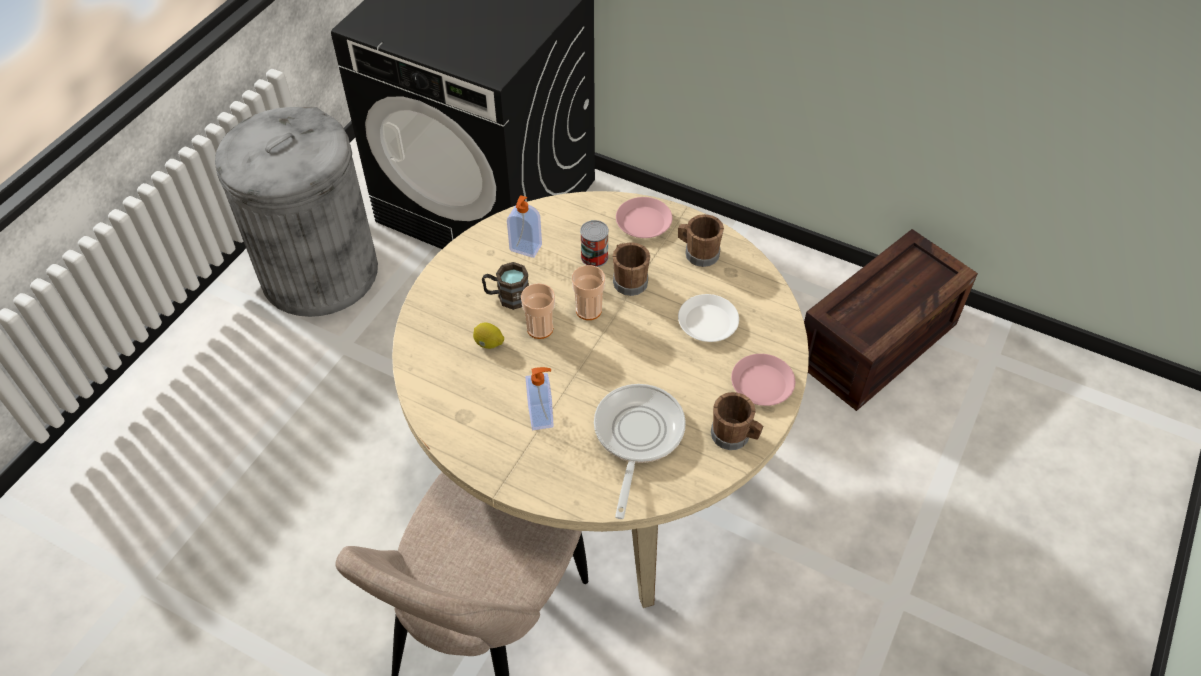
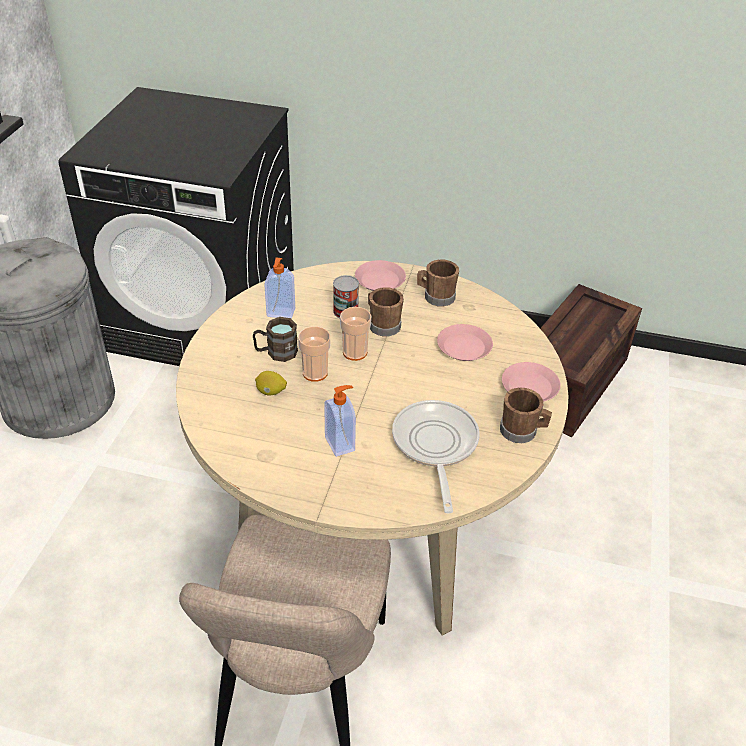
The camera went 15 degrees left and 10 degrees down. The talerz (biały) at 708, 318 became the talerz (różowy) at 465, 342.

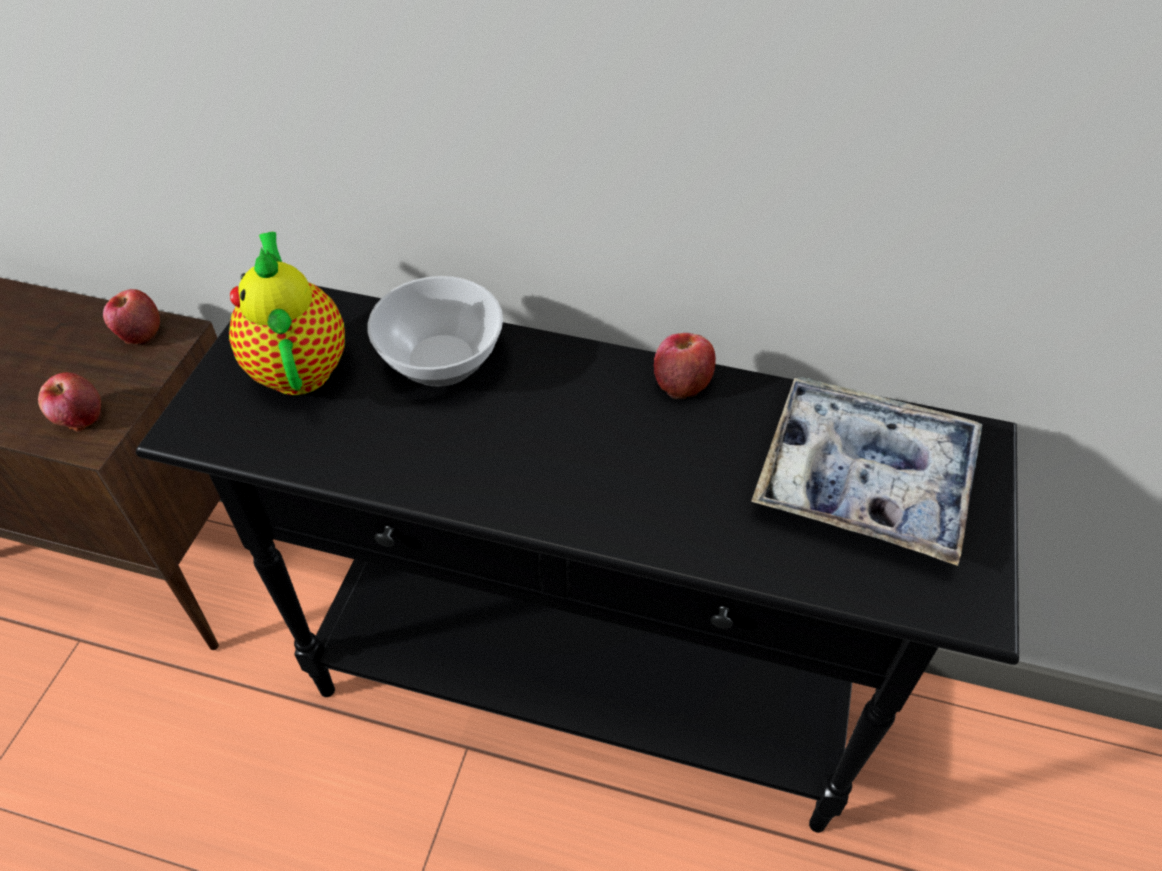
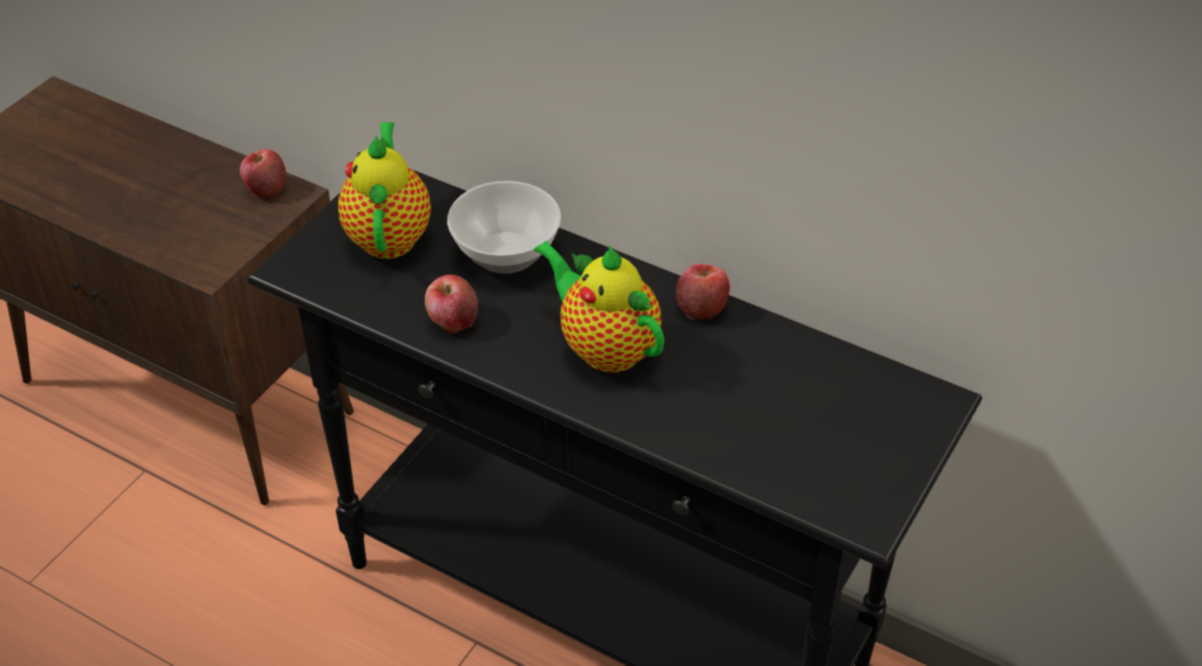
The camera went 15 degrees right and 5 degrees down. The jabłko moved from 69, 402 to 451, 304. The taca at 866, 471 disappeared. The imbryk at 599, 306 appeared.

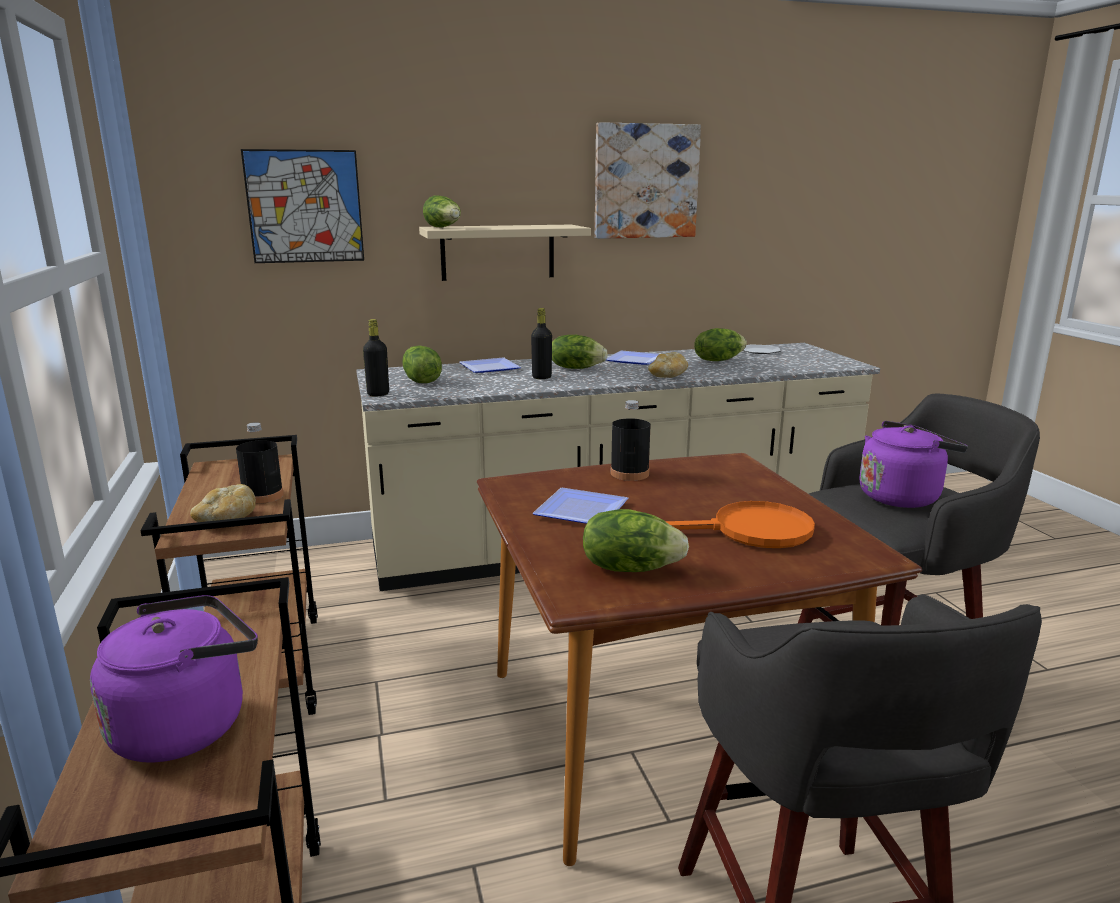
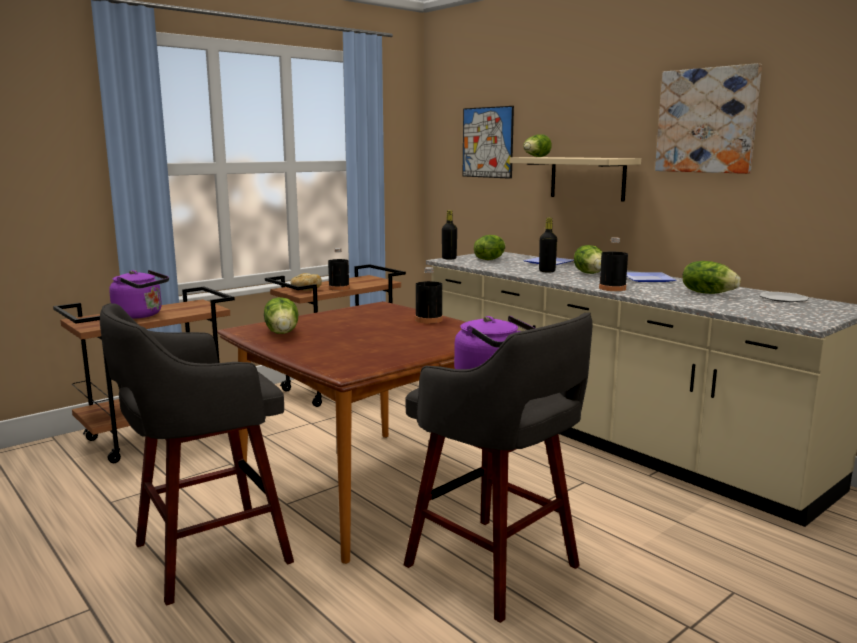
The camera went 65 degrees right and 5 degrees down. The chleb at 668, 365 was replaced by the butelka (czarny) at 613, 264. The talerz at 580, 506 disappeared. The patelnia (pomarańczowy) at 740, 524 disappeared.

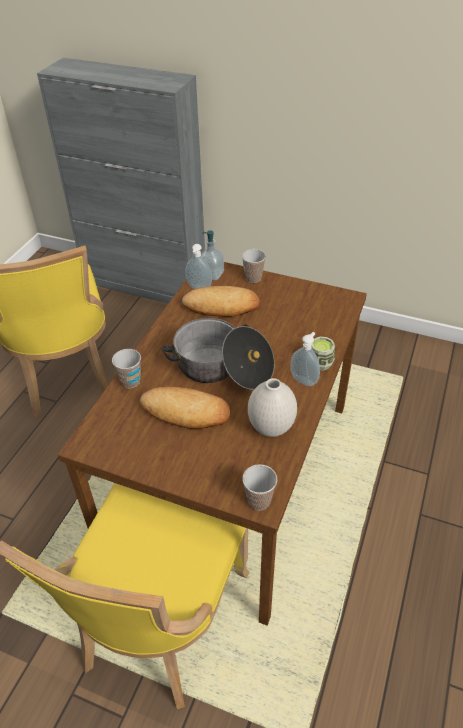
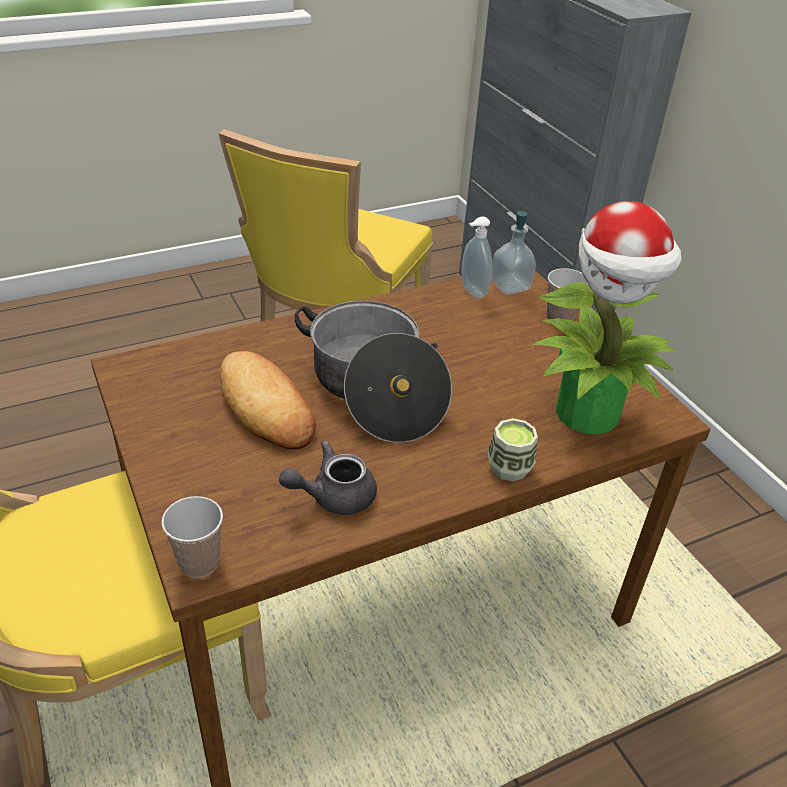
The camera went 40 degrees right and 5 degrees down. The chleb at 221, 301 disappeared. The dozownik mydła at 305, 359 disappeared. The filiżanka at 126, 368 disappeared. The wazon (biały) at 272, 407 was replaced by the imbryk (szary) at 328, 478. The roślina doniczkowa at 607, 317 appeared.

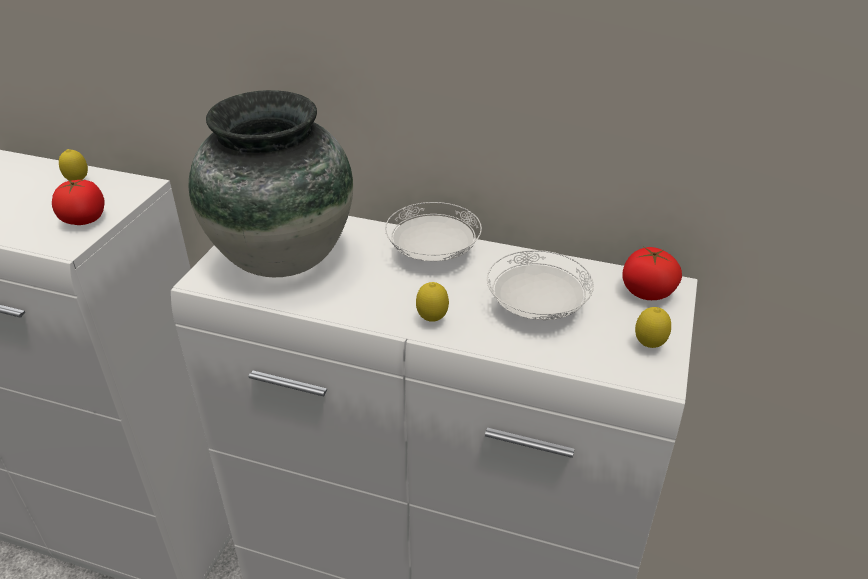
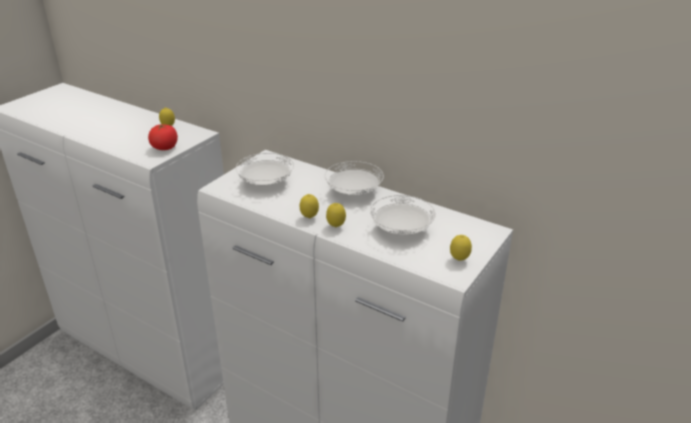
The camera went 15 degrees right and 5 degrees down. The wazon at 271, 183 was replaced by the talerz (biały) at 265, 169. The pomidor at 652, 273 disappeared. The cytryna at 309, 206 appeared.

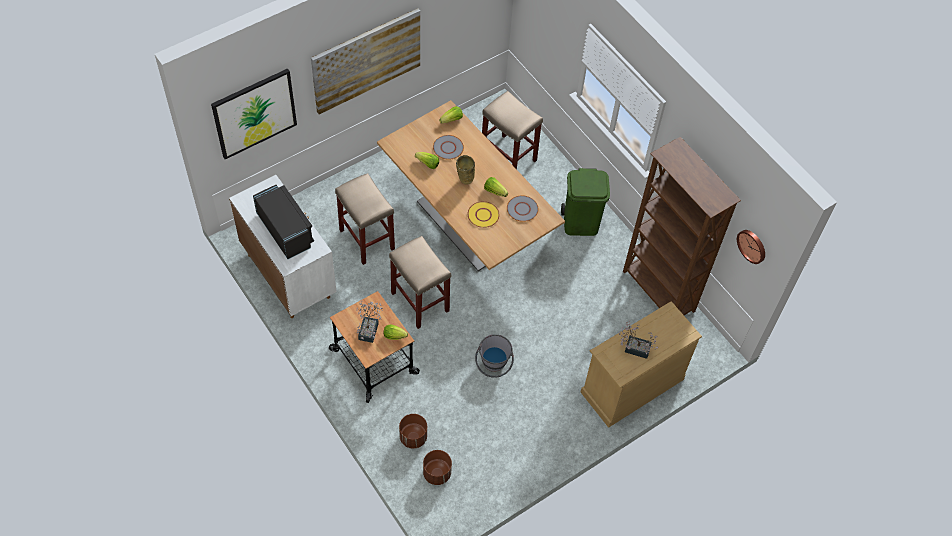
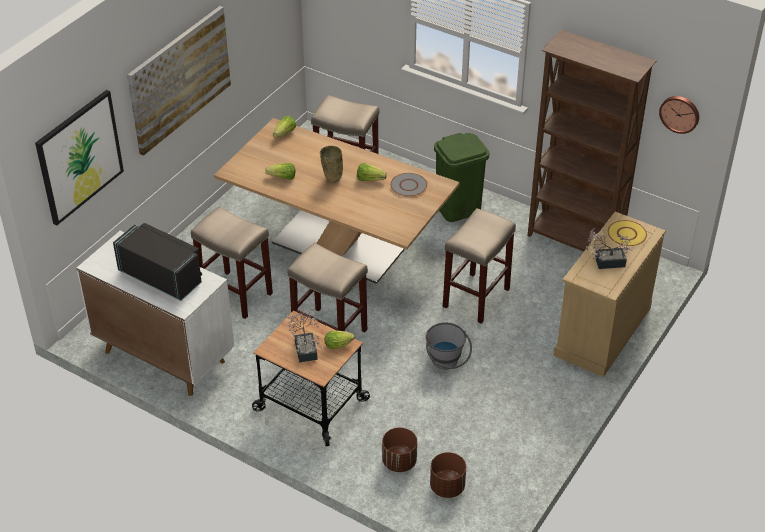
The camera went 20 degrees left and 15 degrees down. The talerz (szary) at 448, 147 disappeared. The talerz (żółty) moved from 483, 214 to 627, 233. The stołek (beżowy) at 479, 266 appeared.

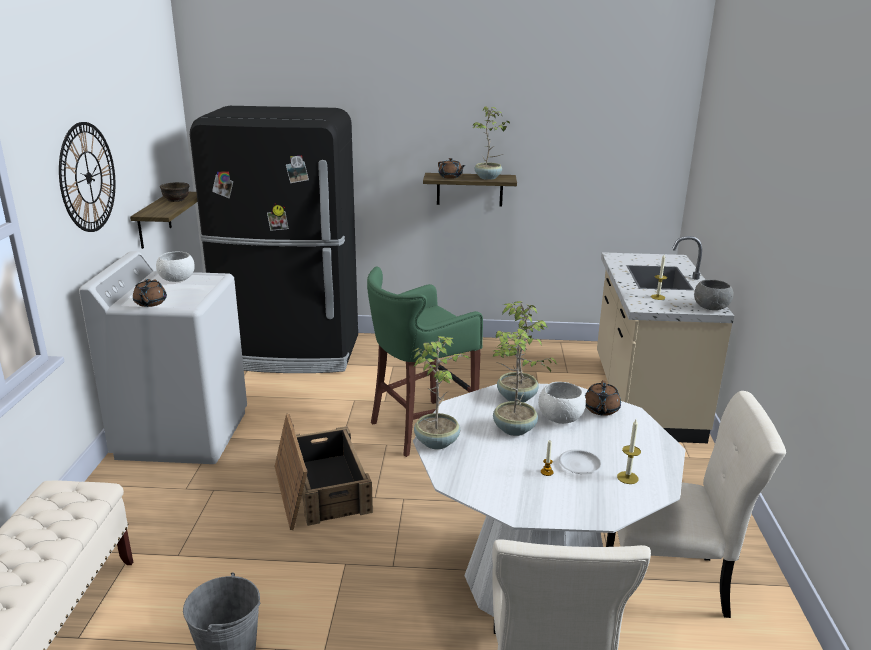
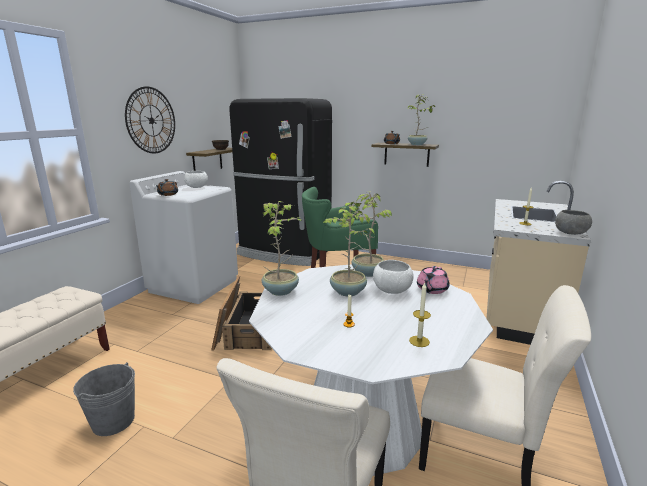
The camera went 20 degrees right and 5 degrees down. The imbryk (brązowy) at 603, 398 became the imbryk (różowy) at 433, 280. The talerz (biały) at 581, 462 disappeared.

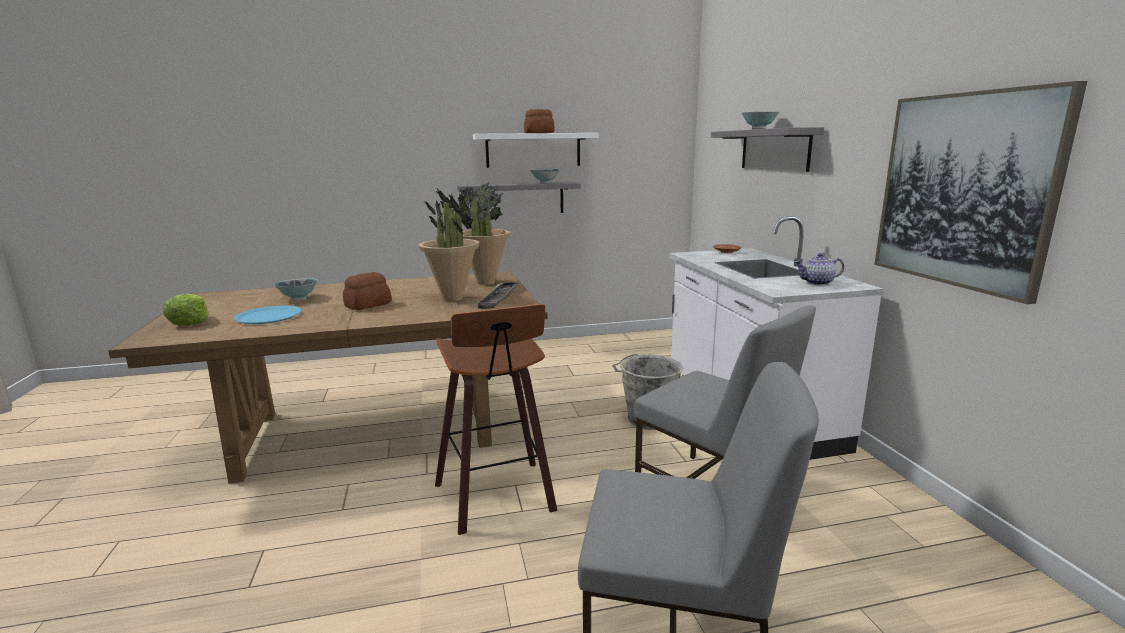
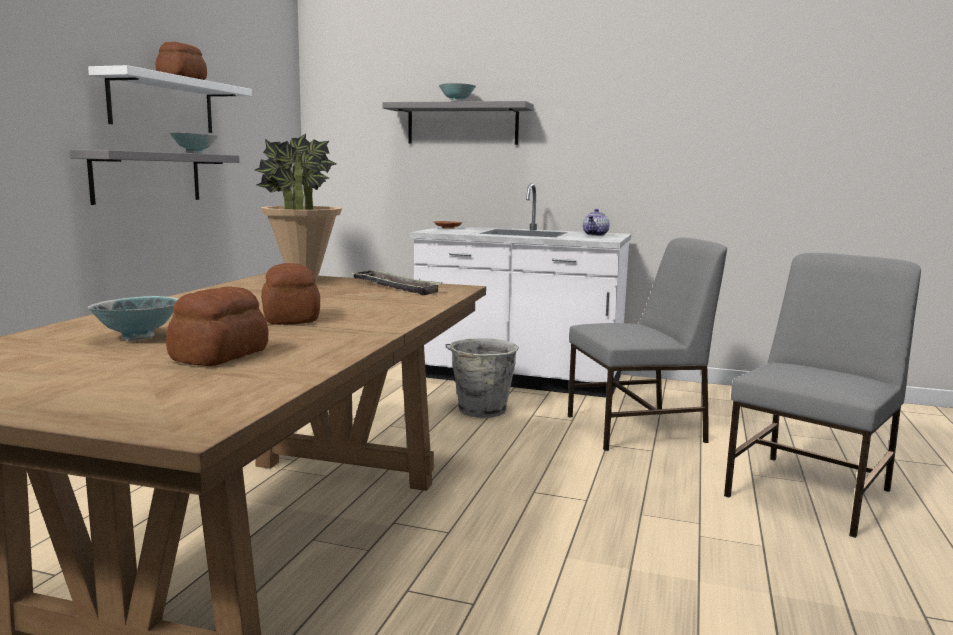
The camera went 60 degrees left and 5 degrees down. The obraz at 980, 192 disappeared. The roślina doniczkowa at 449, 243 disappeared. The sałata at 186, 310 disappeared. The stołek at 496, 419 disappeared. The talerz (niebieski) at 268, 315 was replaced by the chleb at 217, 326.

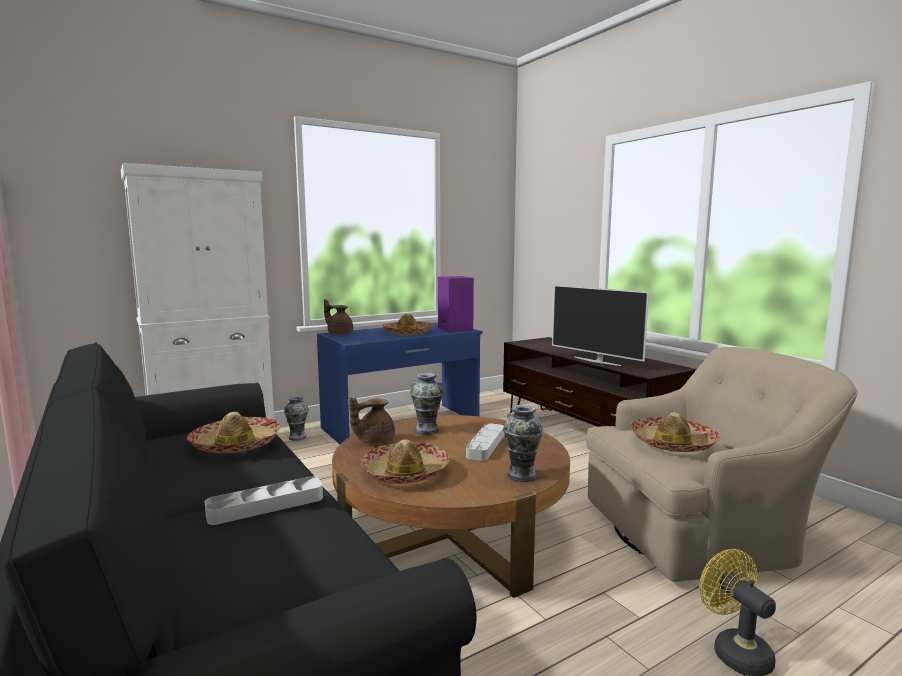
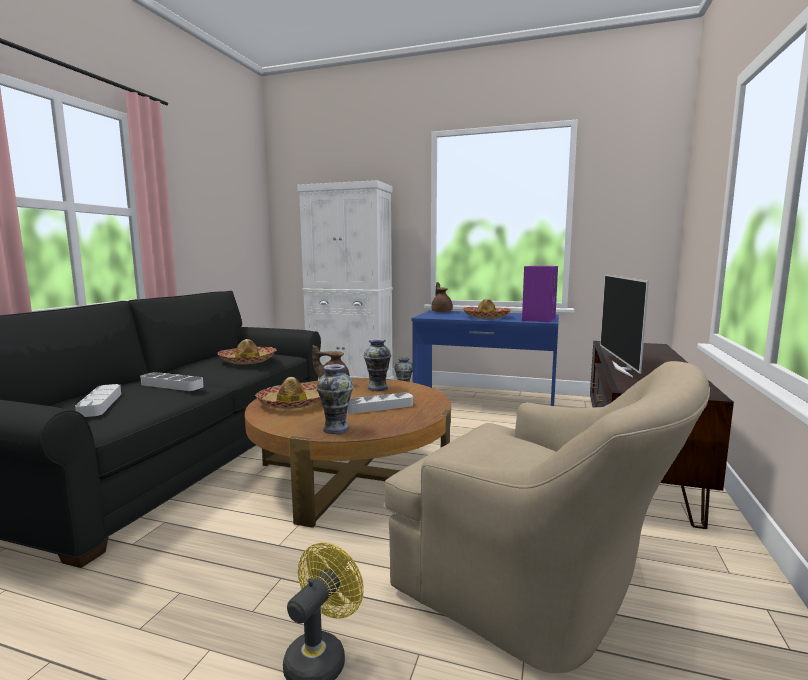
The camera went 50 degrees right and 0 degrees up. The kapelusz at 674, 432 disappeared. The taca (szary) at 98, 400 appeared.

